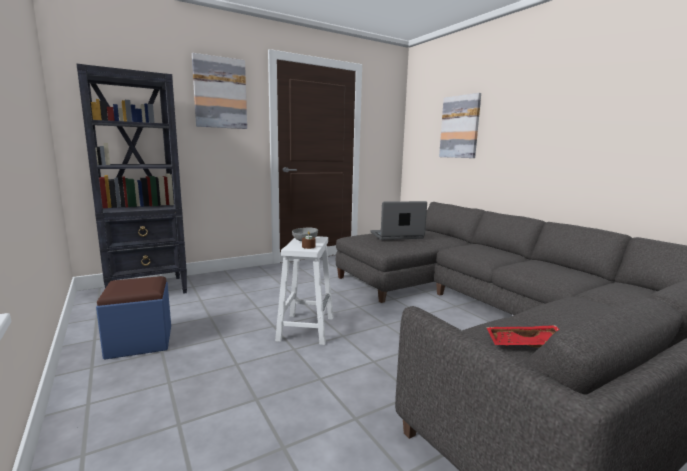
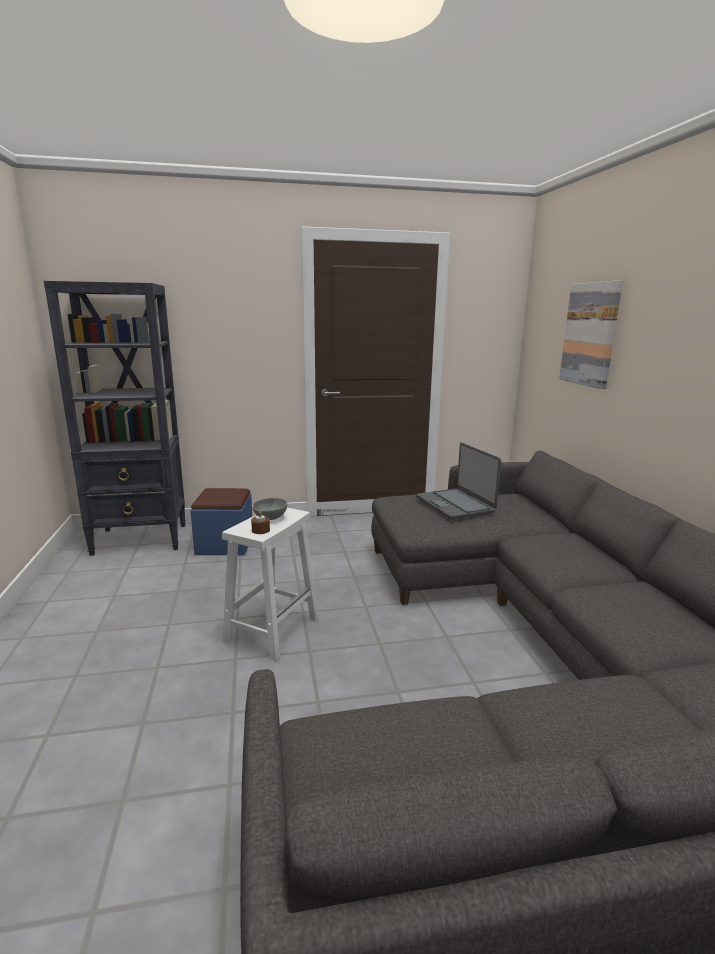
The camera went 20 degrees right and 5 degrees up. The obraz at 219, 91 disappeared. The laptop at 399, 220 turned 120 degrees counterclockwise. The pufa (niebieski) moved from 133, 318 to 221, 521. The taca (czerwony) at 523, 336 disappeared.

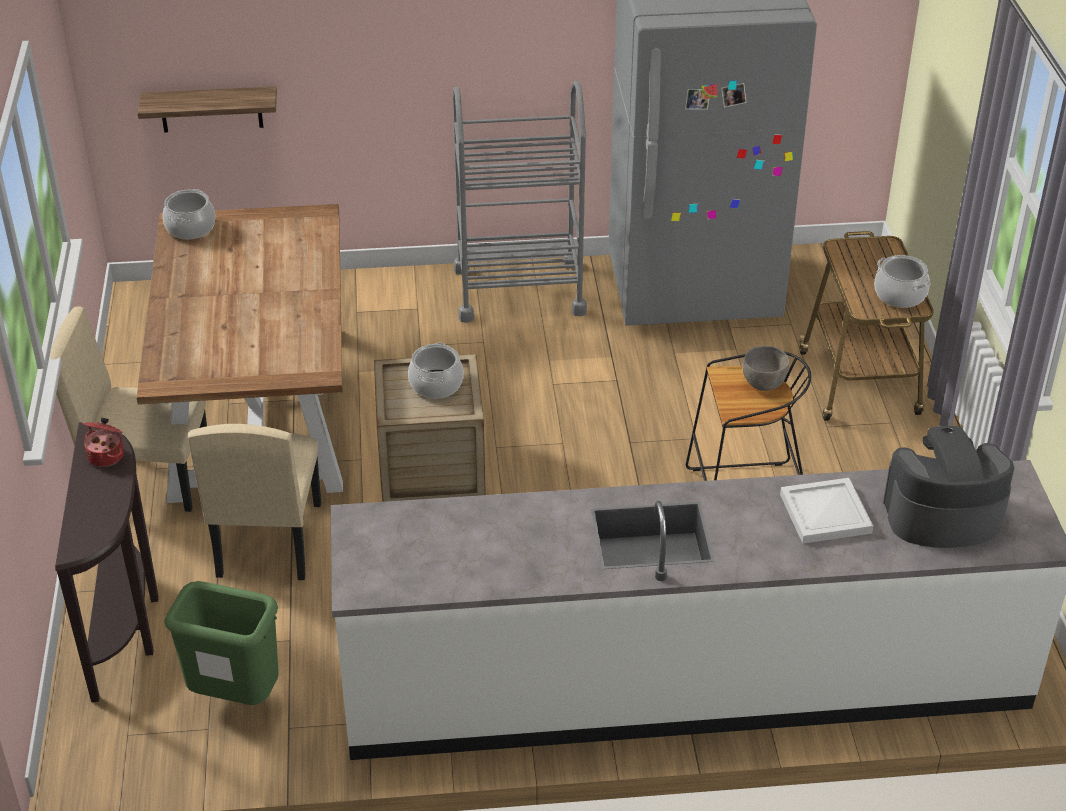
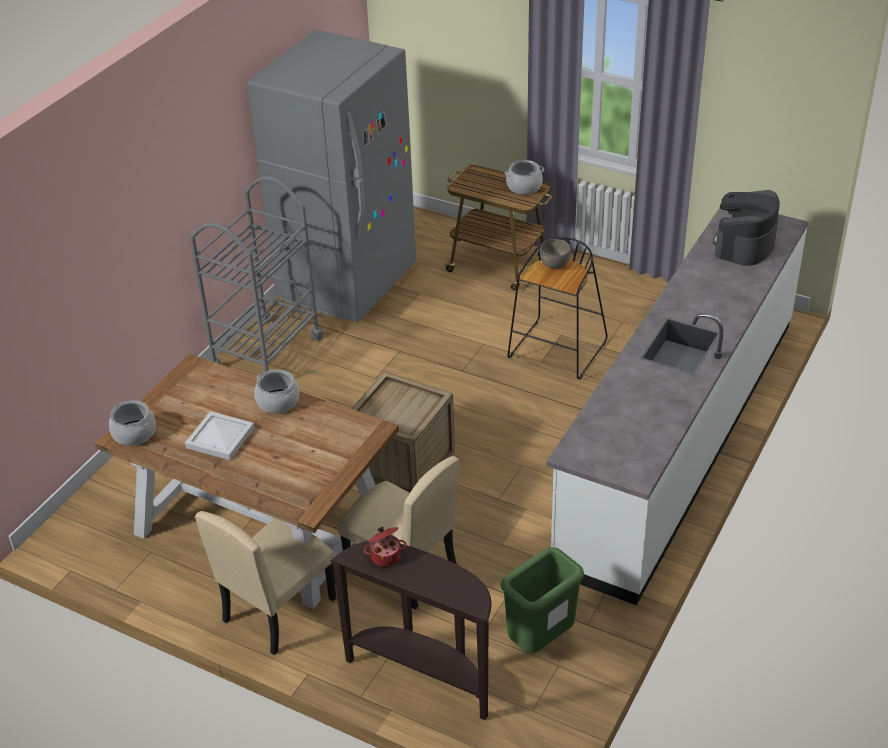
The camera went 55 degrees left and 0 degrees up. The półka at 207, 109 disappeared. The garnek moved from 436, 371 to 277, 391. The taca (biały) moved from 826, 511 to 219, 435.

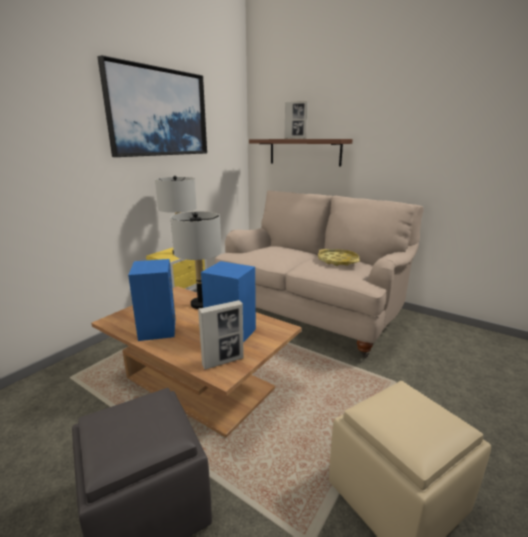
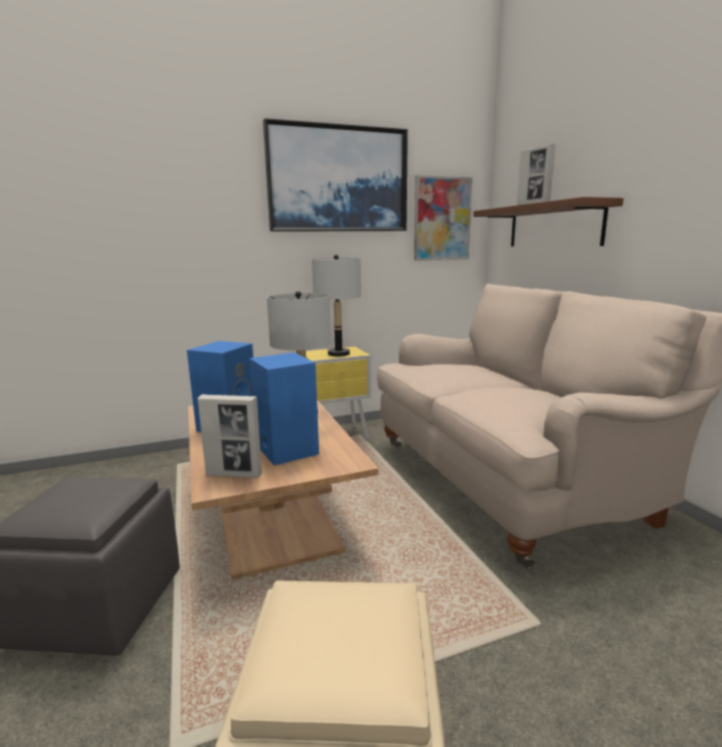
The camera went 35 degrees right and 5 degrees down. The taca (żółty) at 339, 257 disappeared. The obraz at 443, 218 appeared.

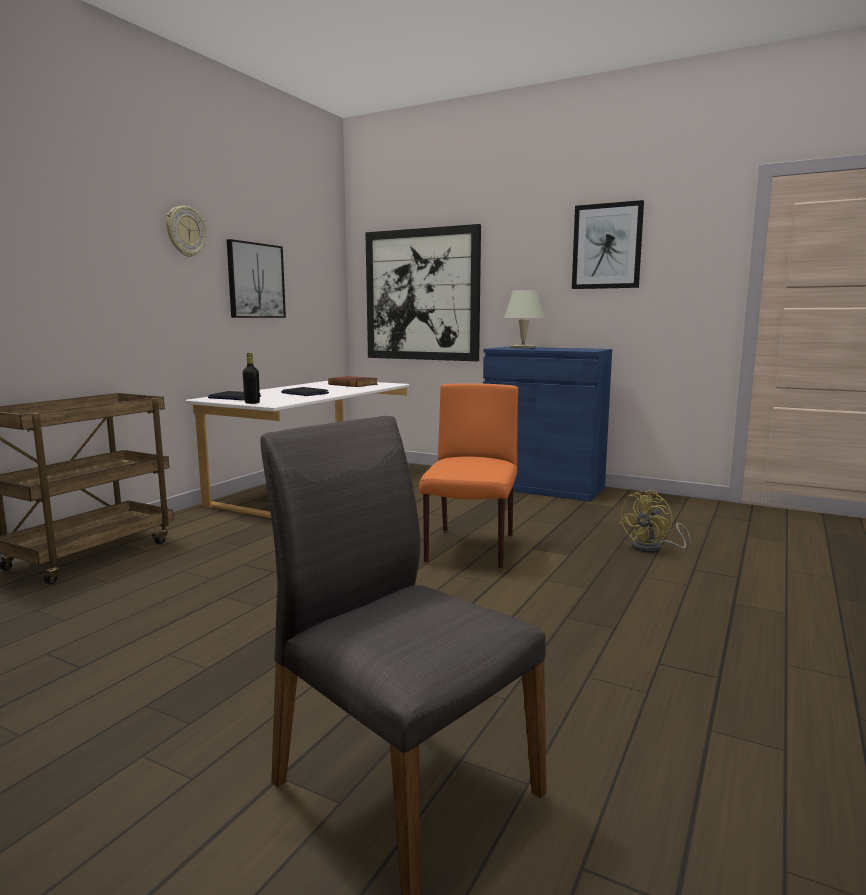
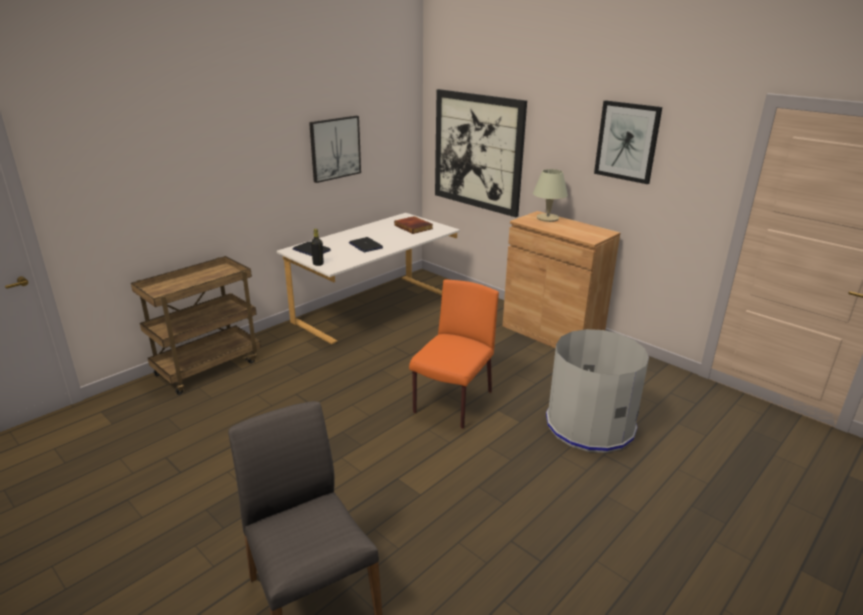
The camera went 15 degrees right and 15 degrees up. The zegar ścienny at 186, 231 disappeared. The szafka (niebieski) at 547, 424 became the szafka (brązowy) at 561, 280. The wentylator (żółty) at 655, 521 was replaced by the kosz na śmieci (szary) at 597, 391.

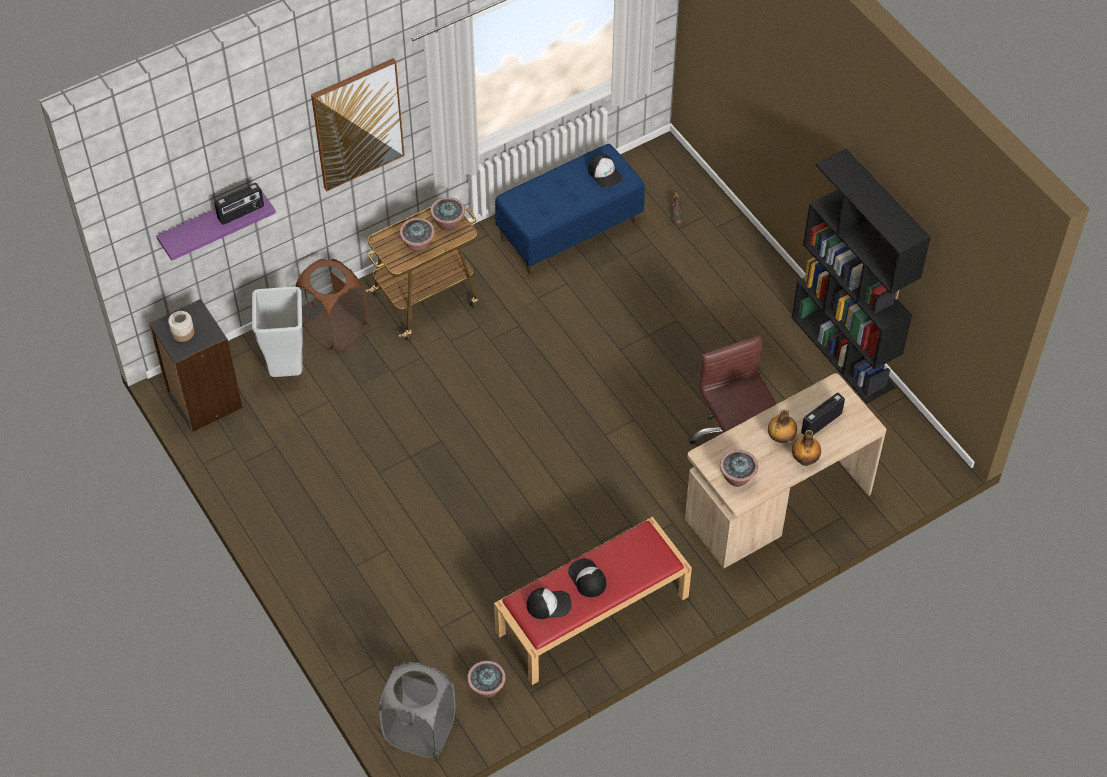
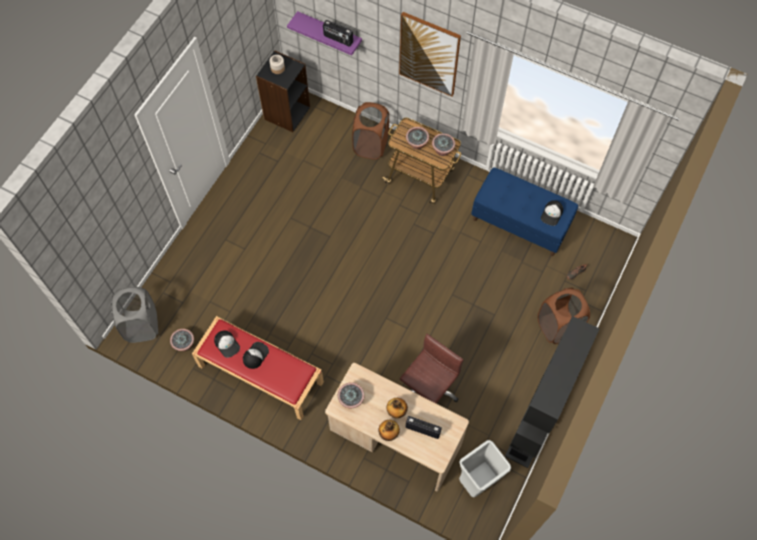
The camera went 60 degrees right and 10 degrees up. The kosz na śmieci (szary) moved from 277, 332 to 485, 468. The kosz na pranie (brązowy) at 564, 316 appeared.

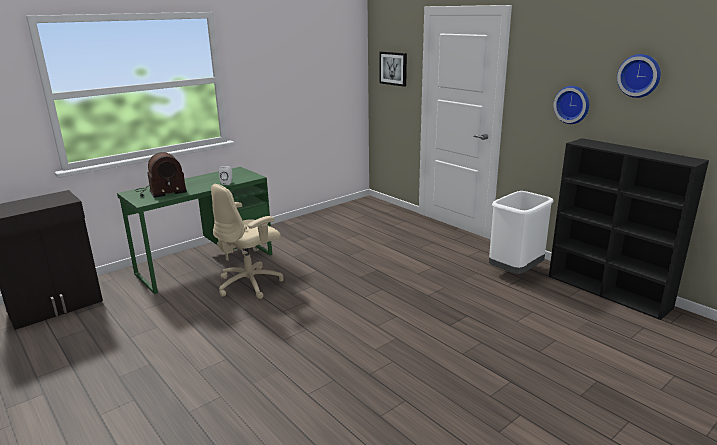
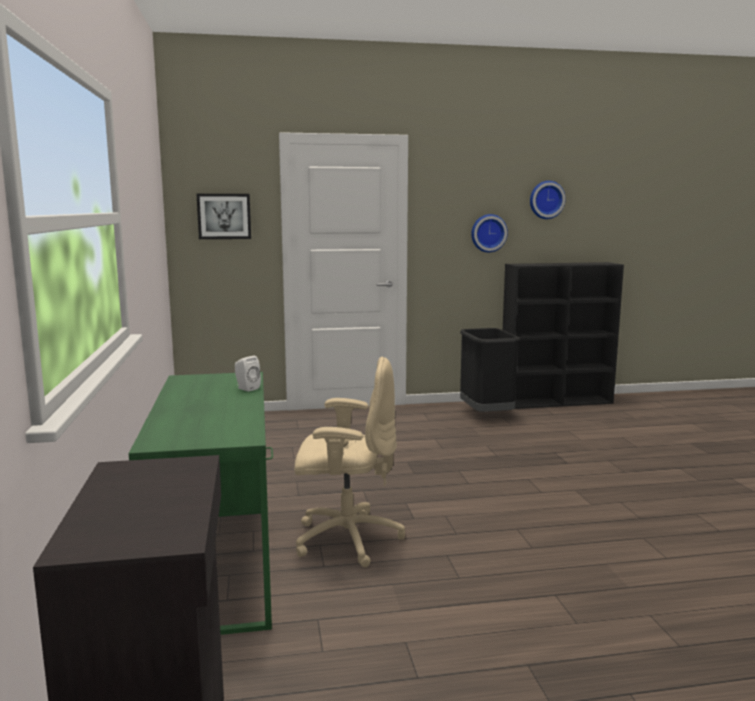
The camera went 60 degrees left and 10 degrees down. The radio at 161, 175 disappeared. The krzesło biurowe (beżowy) at 247, 241 turned 75 degrees counterclockwise. The kosz na śmieci (biały) at 521, 232 became the kosz na śmieci (czarny) at 490, 370.

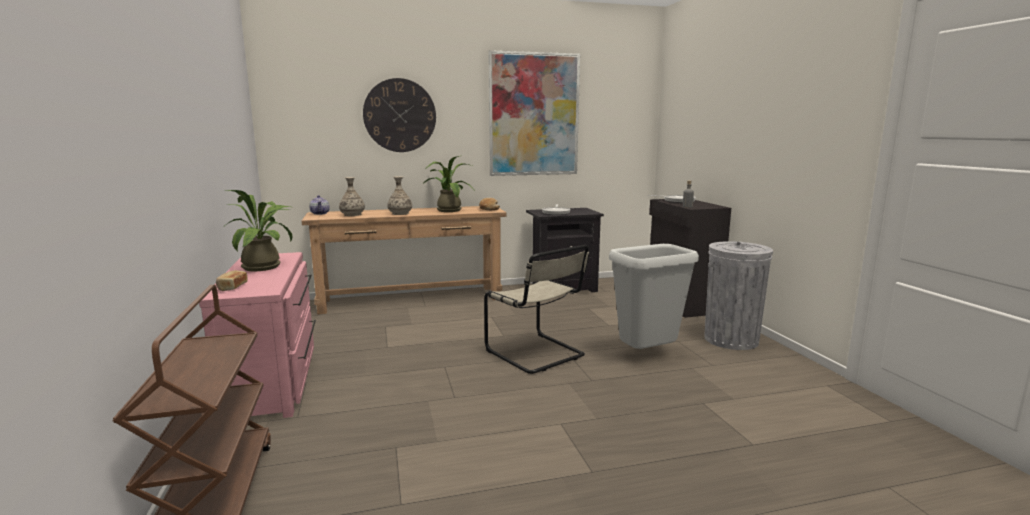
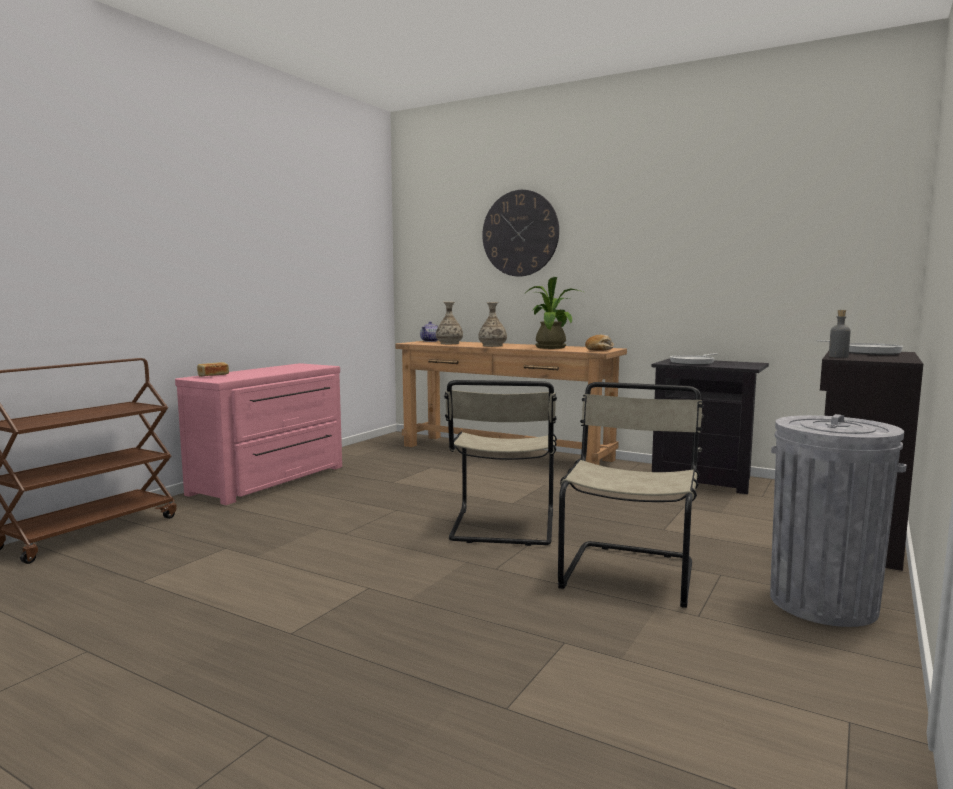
The camera went 45 degrees right and 5 degrees down. The obraz at 534, 113 disappeared. The roślina doniczkowa at 258, 230 disappeared. The kosz na śmieci (szary) at 654, 296 was replaced by the krzesło (beżowy) at 631, 495.

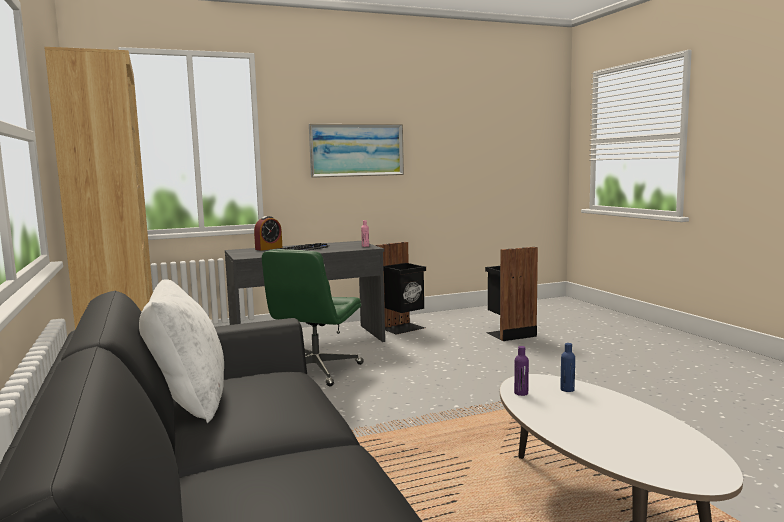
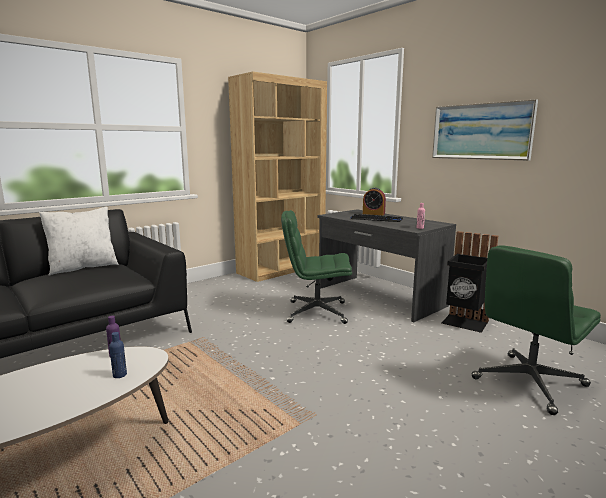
The camera went 70 degrees right and 5 degrees up. The kosz na śmieci (czarny) at 511, 294 was replaced by the krzesło biurowe (zielony) at 536, 330.

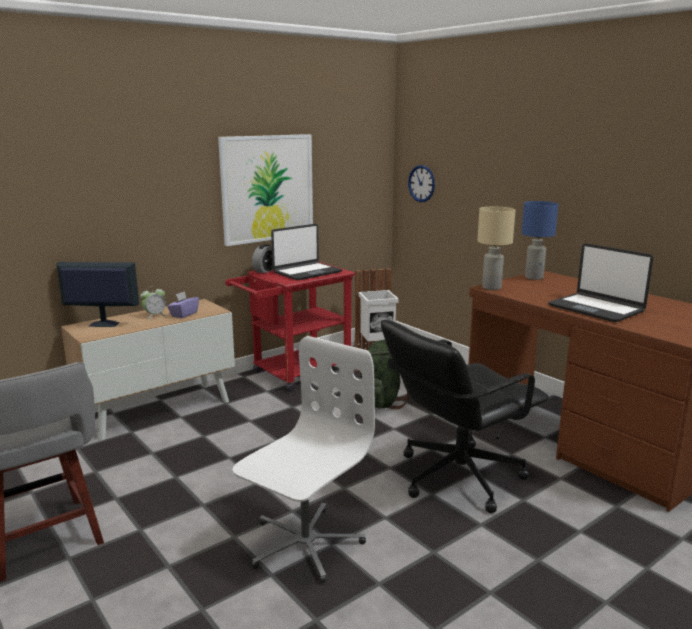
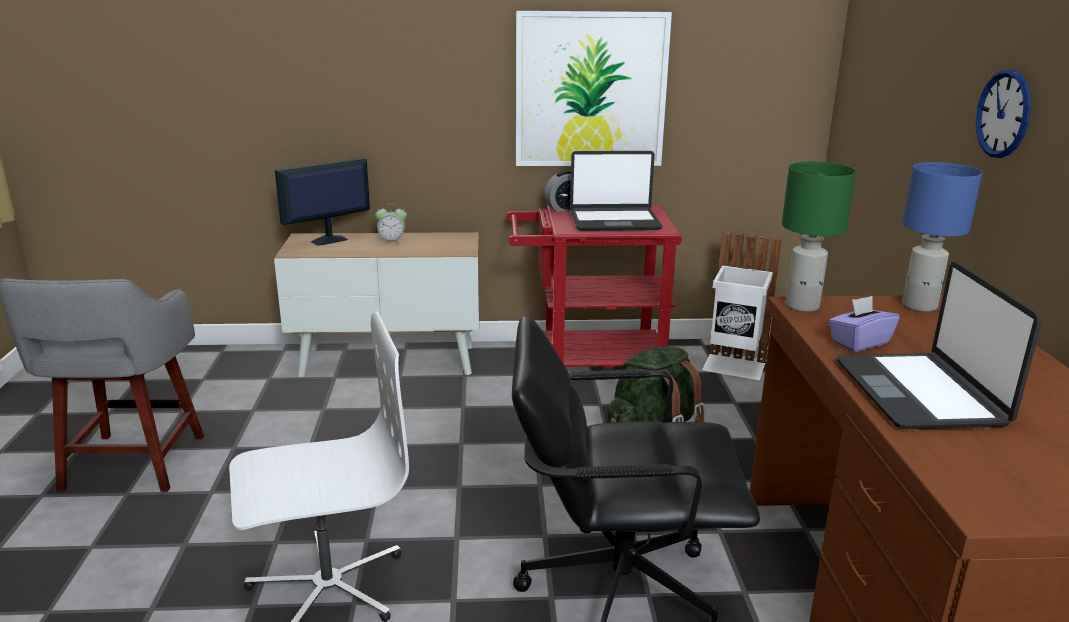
The camera went 35 degrees right and 5 degrees up. The zegar ścienny moved from 421, 183 to 1003, 114. The lampa stołowa (beżowy) at 496, 248 became the lampa stołowa (zielony) at 819, 236. The monitor at 98, 294 turned 75 degrees counterclockwise. The pudełko chusteczek (fioletowy) moved from 183, 304 to 864, 324.

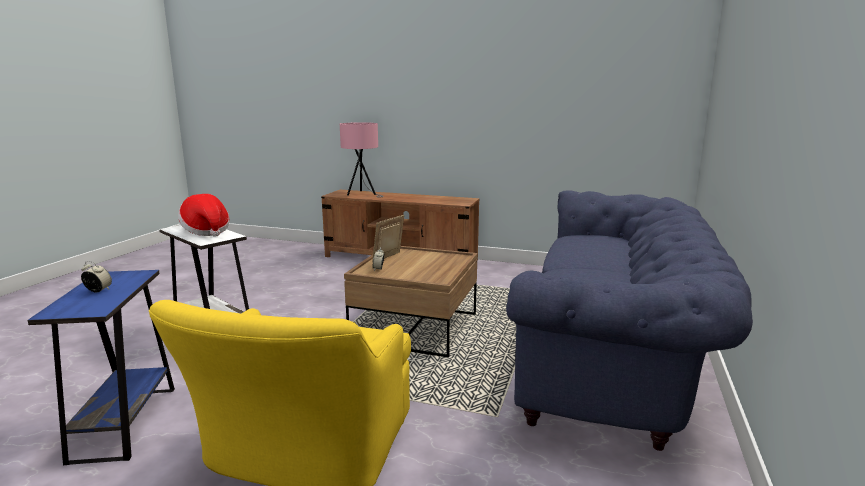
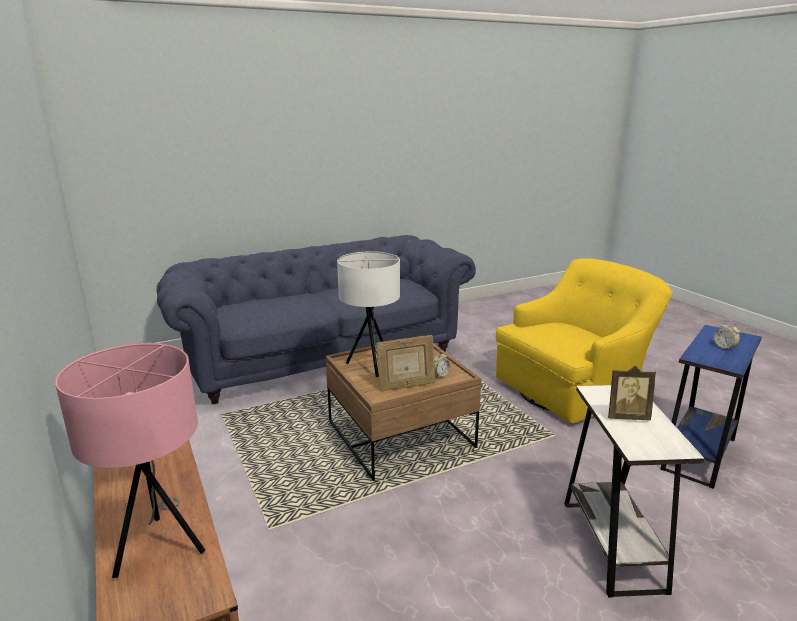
The camera went 135 degrees left and 5 degrees up. The kapelusz at 203, 215 was replaced by the ramka na zdjęcie at 632, 393. The lampa stołowa (biały) at 368, 314 appeared.

